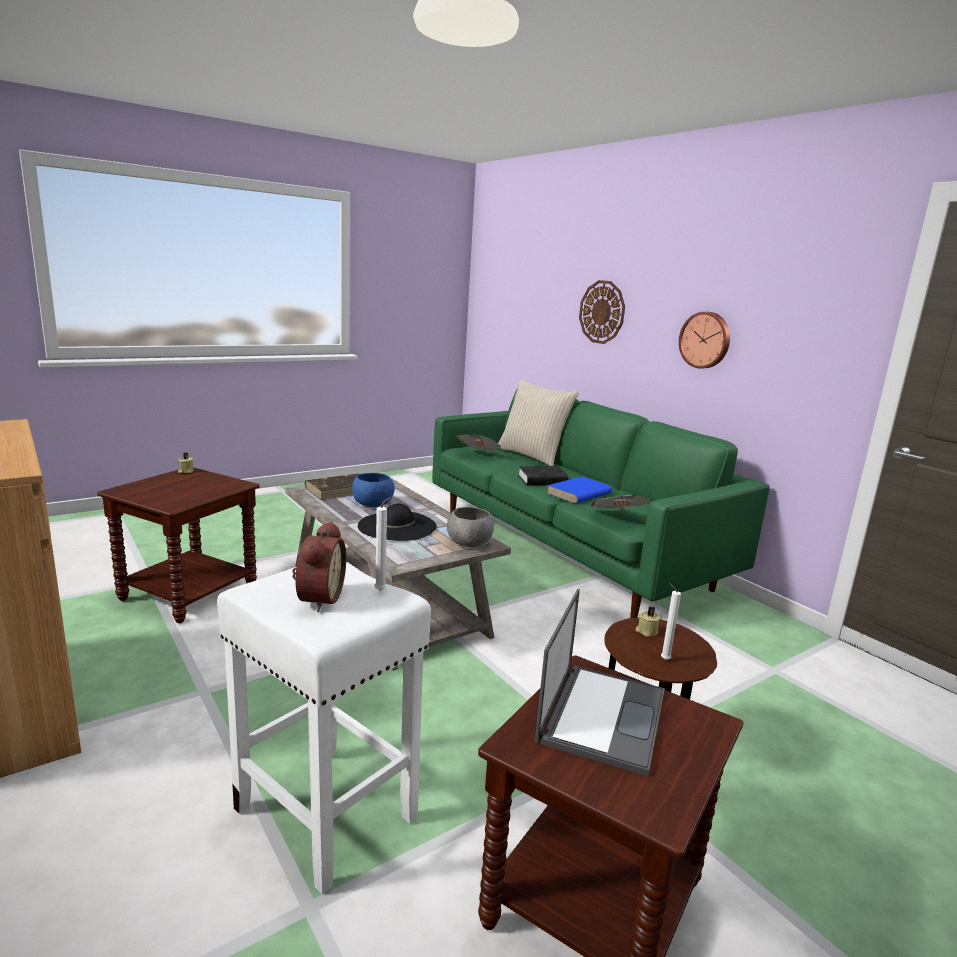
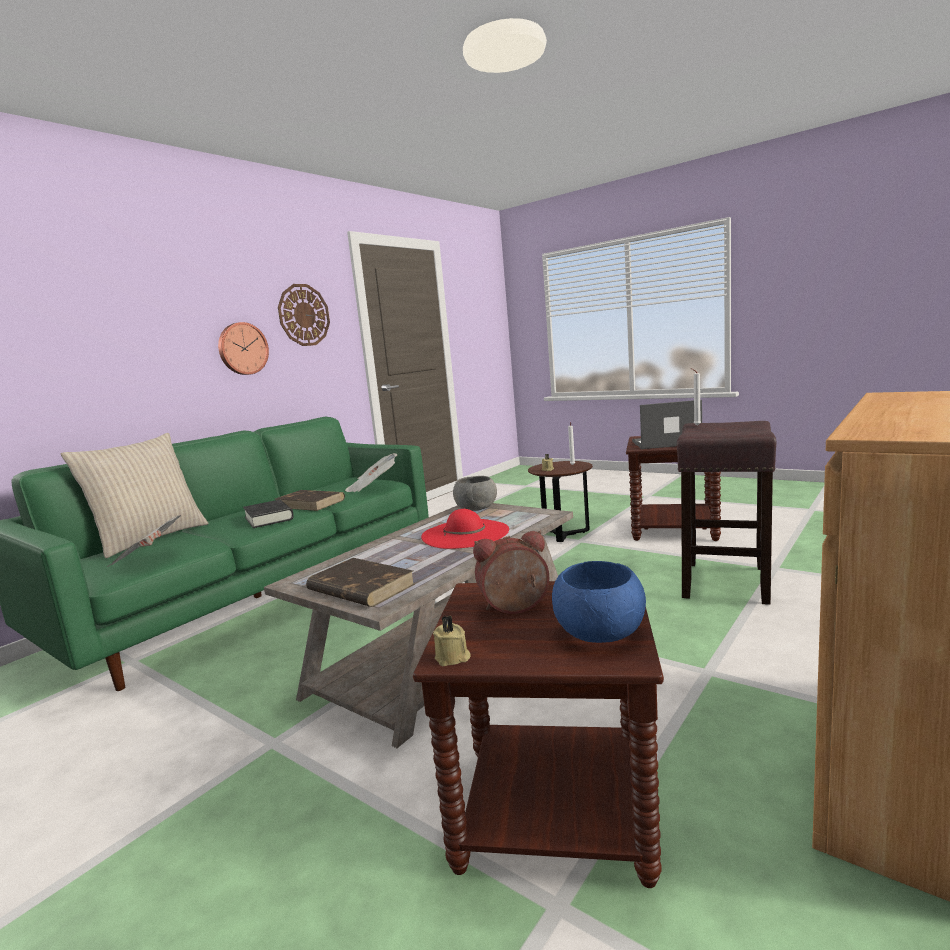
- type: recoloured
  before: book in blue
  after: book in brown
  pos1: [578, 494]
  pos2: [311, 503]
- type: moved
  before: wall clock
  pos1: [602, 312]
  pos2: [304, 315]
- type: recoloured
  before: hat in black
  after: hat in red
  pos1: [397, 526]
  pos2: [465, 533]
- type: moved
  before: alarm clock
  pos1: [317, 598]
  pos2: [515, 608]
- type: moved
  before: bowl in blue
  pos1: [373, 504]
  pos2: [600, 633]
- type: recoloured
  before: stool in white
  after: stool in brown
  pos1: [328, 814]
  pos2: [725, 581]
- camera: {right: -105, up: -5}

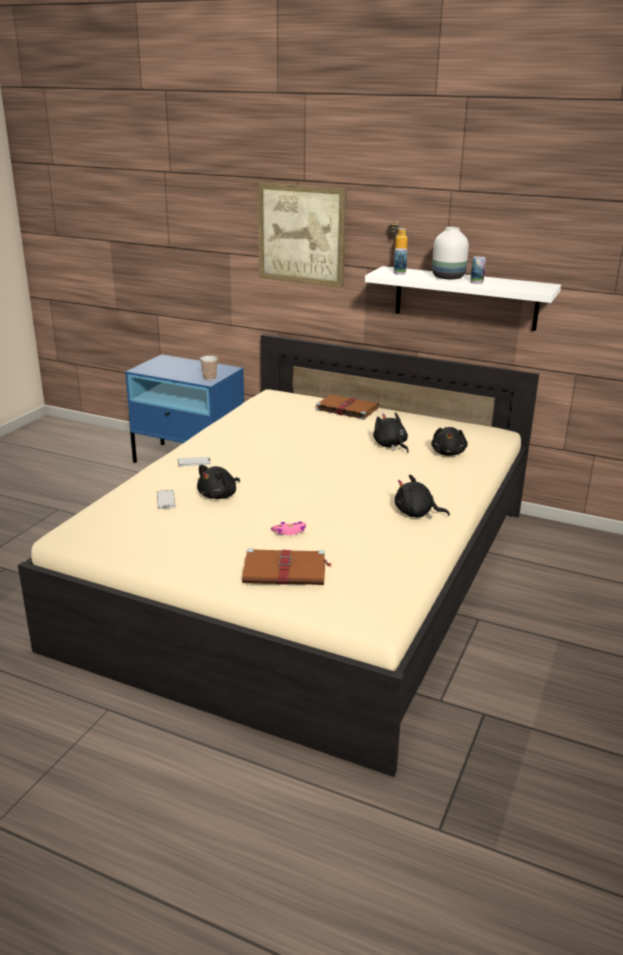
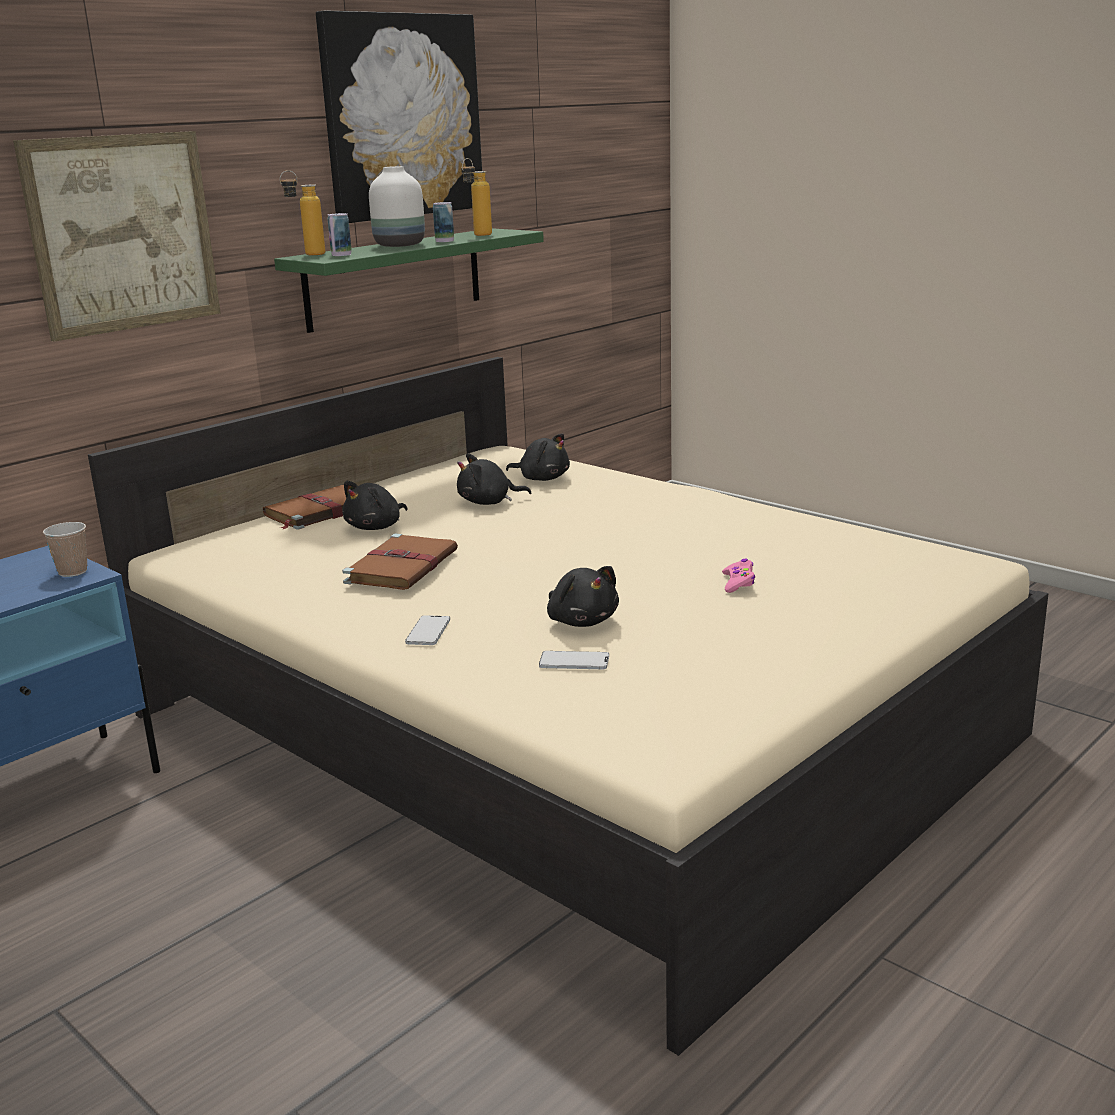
- type: recoloured
  before: shelf in white
  after: shelf in green
  pos1: [466, 298]
  pos2: [394, 279]
- type: added
  after: picture
  pos2: [401, 116]
- type: moved
  before: plush toy in black
  pos1: [416, 513]
  pos2: [376, 527]
- type: moved
  before: book in brown
  pos1: [286, 571]
  pos2: [403, 566]
- type: added
  after: bottle
  pos2: [478, 235]
- camera: {right: -70, up: -5}

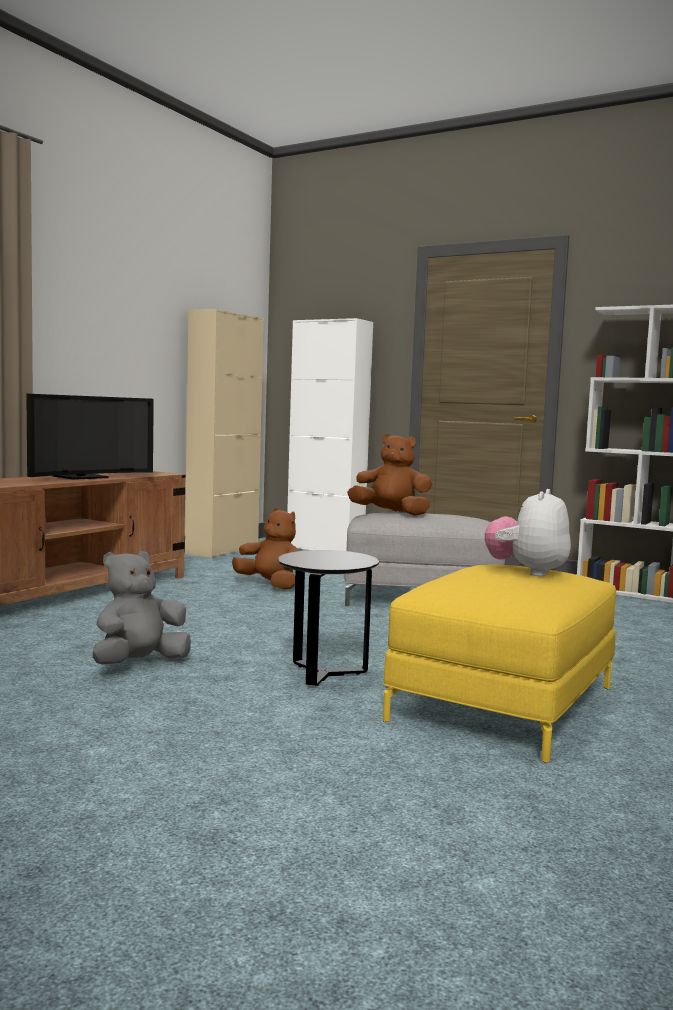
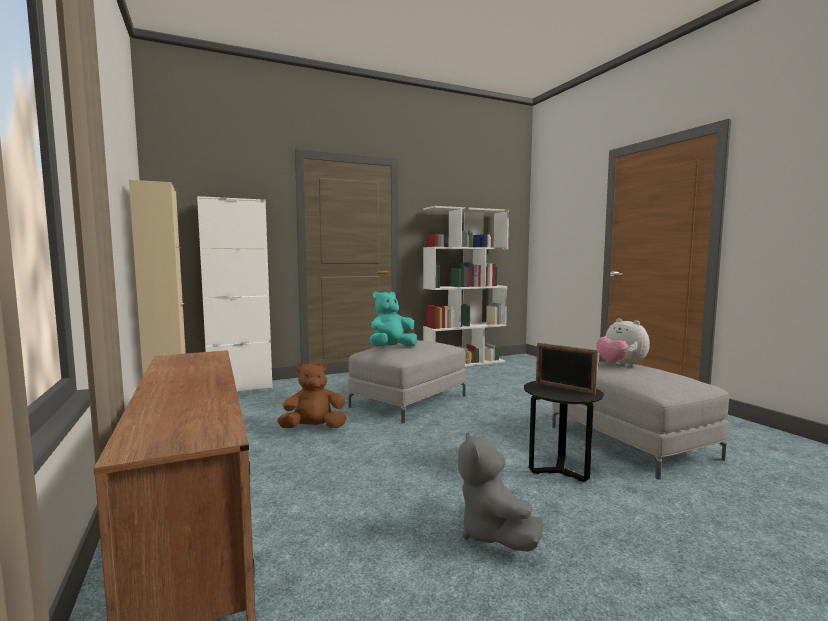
- type: recoloured
  before: plush toy in brown
  after: plush toy in turquoise
  pos1: [391, 513]
  pos2: [391, 348]
- type: added
  after: picture frame
  pos2: [564, 388]
- type: recoloured
  before: ottoman in yellow
  after: ottoman in grey
  pos1: [505, 703]
  pos2: [631, 442]
- type: removed
  before: television
  pos1: [83, 477]
- camera: {right: -55, up: 0}

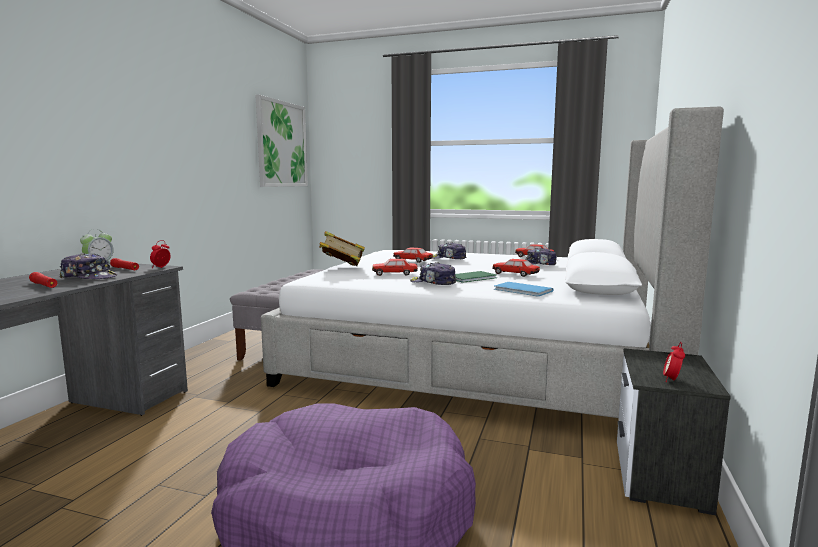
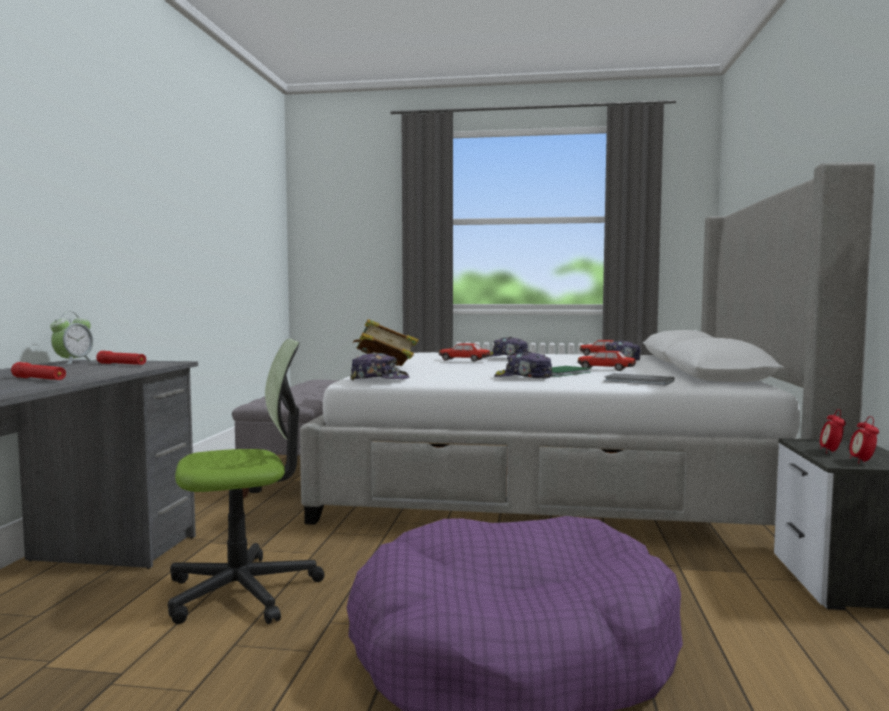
- type: added
  after: office chair
  pos2: [243, 591]
- type: moved
  before: cap
  pos1: [89, 277]
  pos2: [379, 379]
- type: recoloured
  before: book in blue
  after: book in grey
  pos1: [523, 290]
  pos2: [640, 381]
- type: moved
  before: alarm clock
  pos1: [161, 267]
  pos2: [831, 452]
- type: removed
  before: picture
  pos1: [282, 144]
- type: removed
  before: toy car
  pos1: [394, 274]
- camera: {right: -10, up: -5}

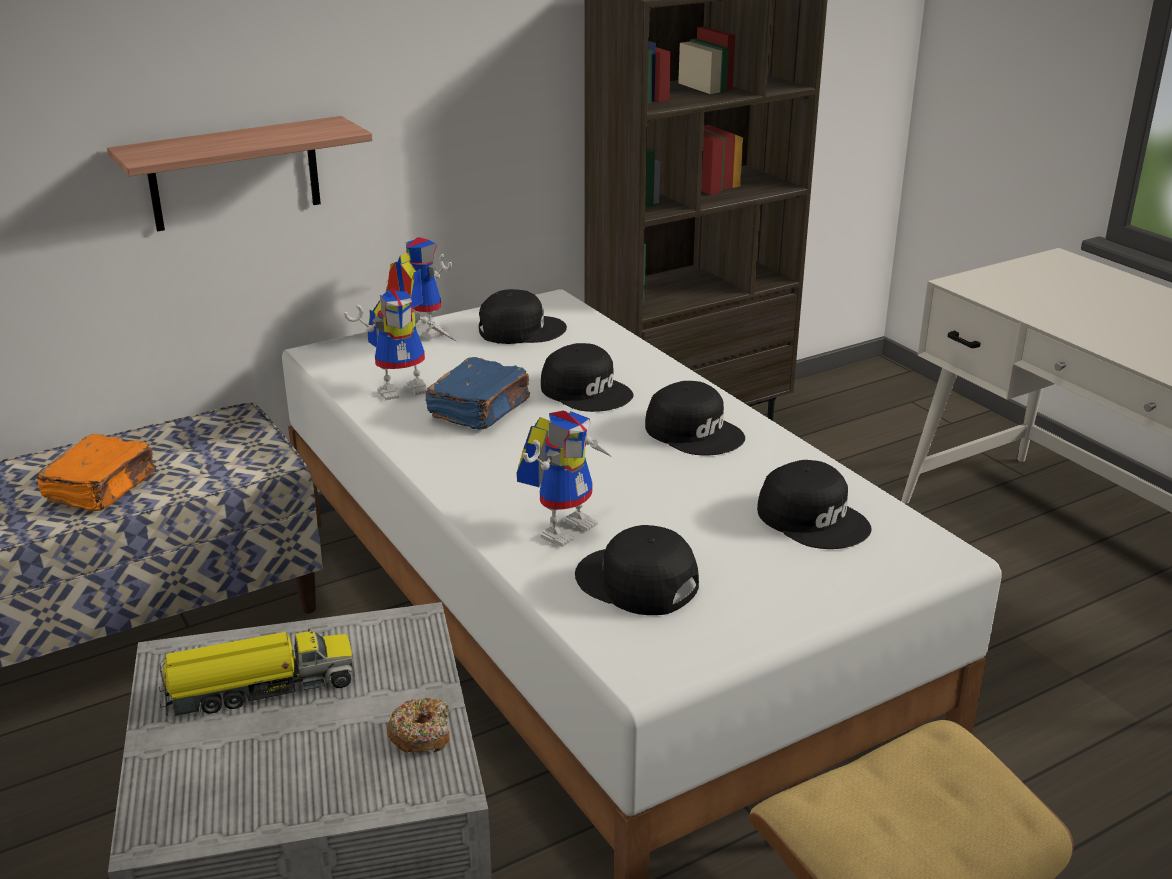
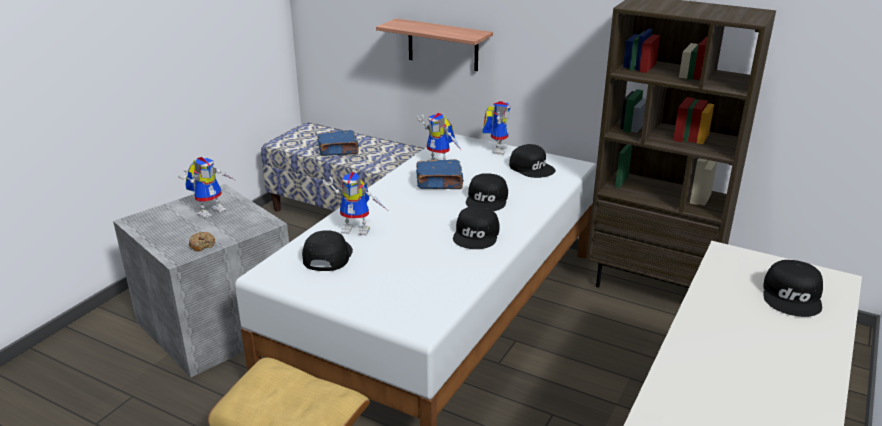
- type: replaced
  before: toy truck
  after: toy robot
  pos1: [259, 688]
  pos2: [211, 210]
- type: recoloured
  before: book in orange
  after: book in blue
  pos1: [102, 488]
  pos2: [339, 151]
- type: moved
  before: cap in black
  pos1: [813, 518]
  pos2: [793, 296]
- camera: {right: 60, up: 0}

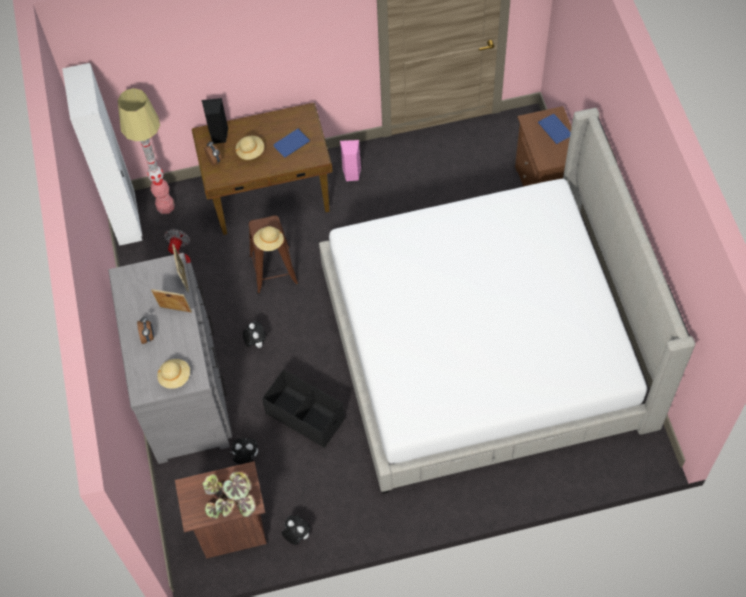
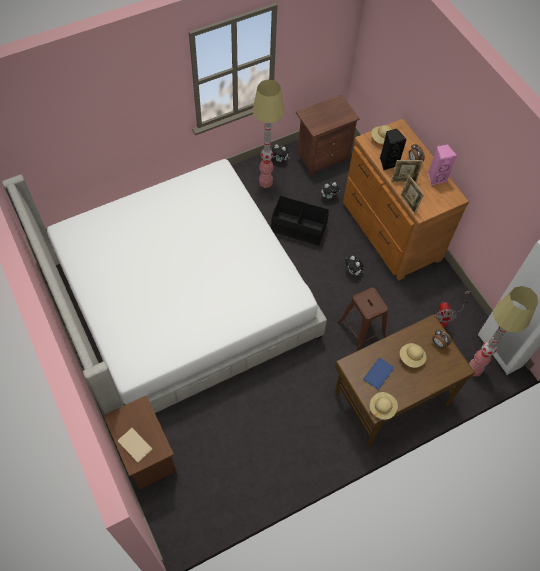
- type: recoloured
  before: book in blue
  after: book in beige
  pos1: [555, 128]
  pos2: [134, 446]
- type: added
  after: floor lamp
  pos2: [265, 182]
- type: recoloured
  before: dresser in grey
  after: dresser in brown
  pos1: [185, 389]
  pos2: [389, 231]
- type: moved
  before: hat in beige
  pos1: [269, 243]
  pos2: [382, 408]
- type: moved
  before: speaker in black
  pos1: [218, 135]
  pos2: [388, 162]
- type: moved
  before: speaker in pink
  pos1: [351, 173]
  pos2: [436, 177]
- type: removed
  before: potted plant
  pos1: [232, 502]
- camera: {right: 160, up: 0}

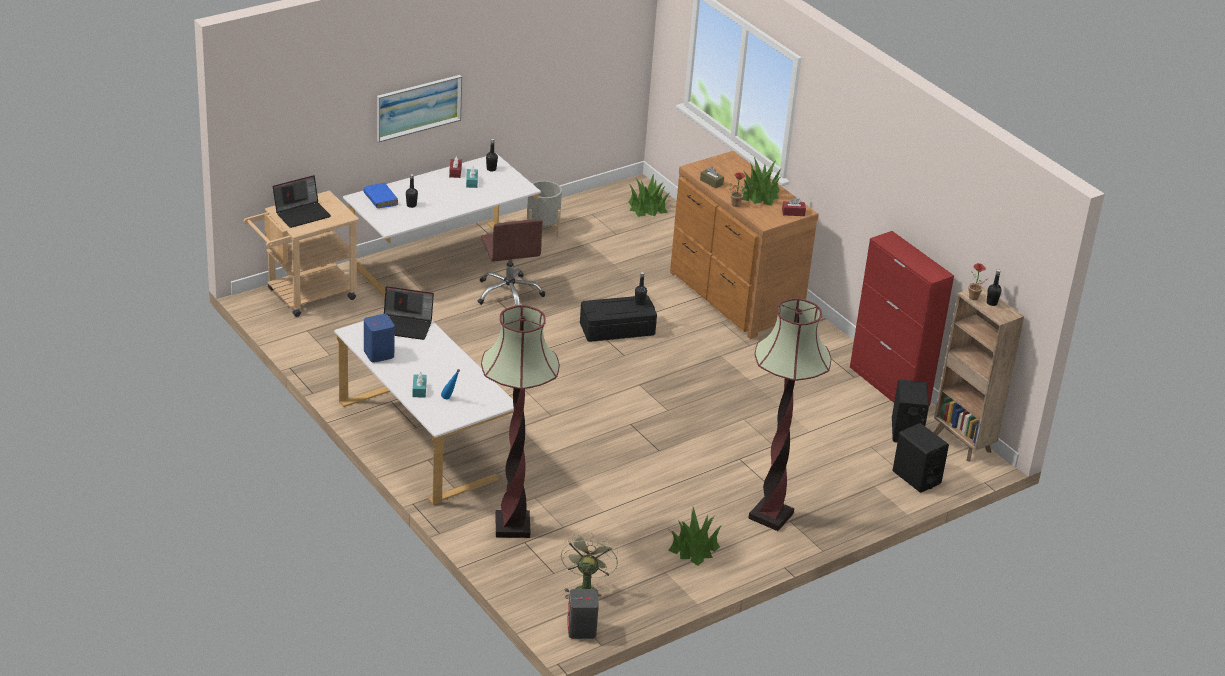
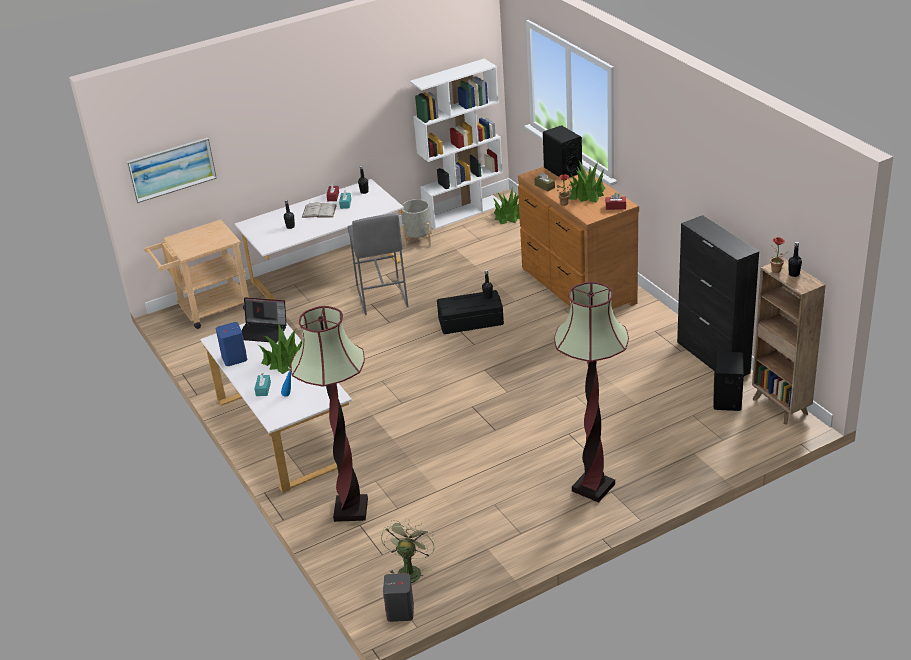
- type: moved
  before: picture
  pos1: [418, 107]
  pos2: [171, 169]
- type: moved
  before: potted plant
  pos1: [694, 548]
  pos2: [284, 360]
- type: added
  after: book in white
  pos2: [319, 211]
- type: replaced
  before: office chair in brown
  after: stool in grey
  pos1: [509, 294]
  pos2: [381, 297]
- type: added
  after: bookcase in white
  pos2: [464, 212]
- type: moved
  before: speaker in black
  pos1: [916, 477]
  pos2: [562, 170]
- type: recoloured
  before: cabinet in red
  after: cabinet in black
  pos1: [889, 386]
  pos2: [713, 358]
- type: removed
  before: laptop
  pos1: [302, 213]
- type: removed
  before: book in blue
  pos1: [380, 199]
- camera: {right: 10, up: 0}

